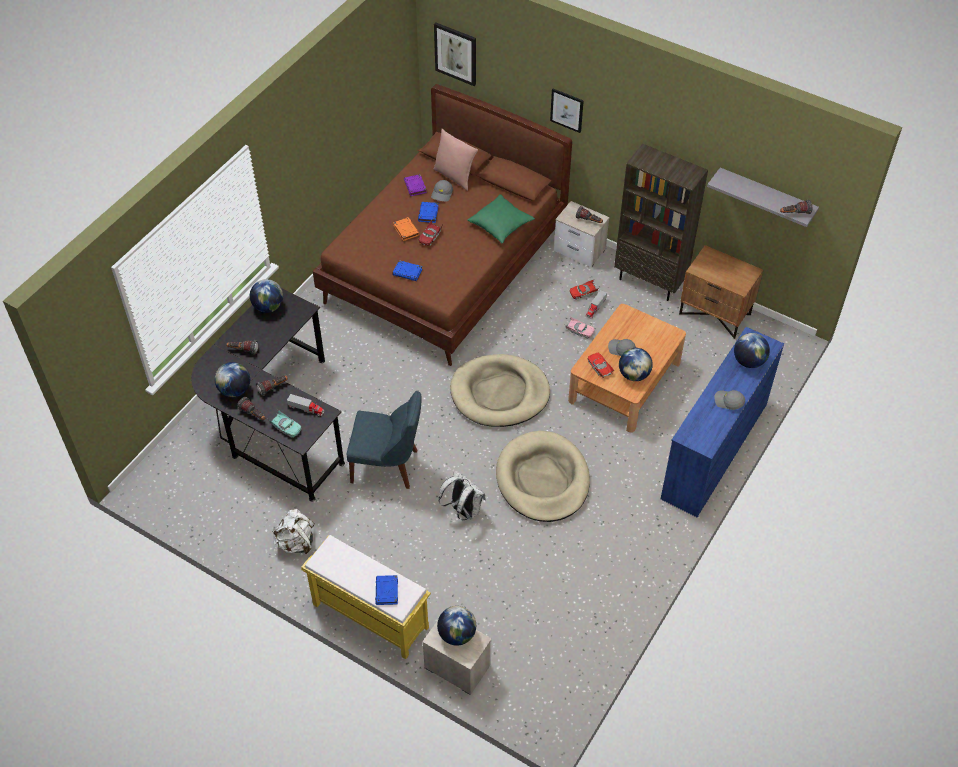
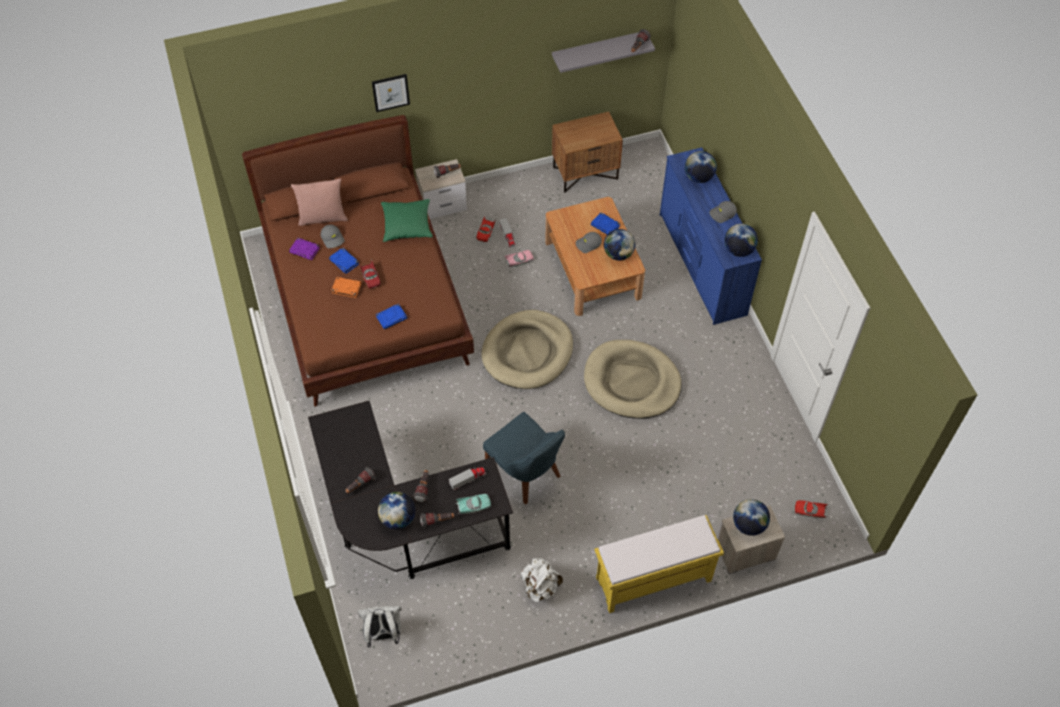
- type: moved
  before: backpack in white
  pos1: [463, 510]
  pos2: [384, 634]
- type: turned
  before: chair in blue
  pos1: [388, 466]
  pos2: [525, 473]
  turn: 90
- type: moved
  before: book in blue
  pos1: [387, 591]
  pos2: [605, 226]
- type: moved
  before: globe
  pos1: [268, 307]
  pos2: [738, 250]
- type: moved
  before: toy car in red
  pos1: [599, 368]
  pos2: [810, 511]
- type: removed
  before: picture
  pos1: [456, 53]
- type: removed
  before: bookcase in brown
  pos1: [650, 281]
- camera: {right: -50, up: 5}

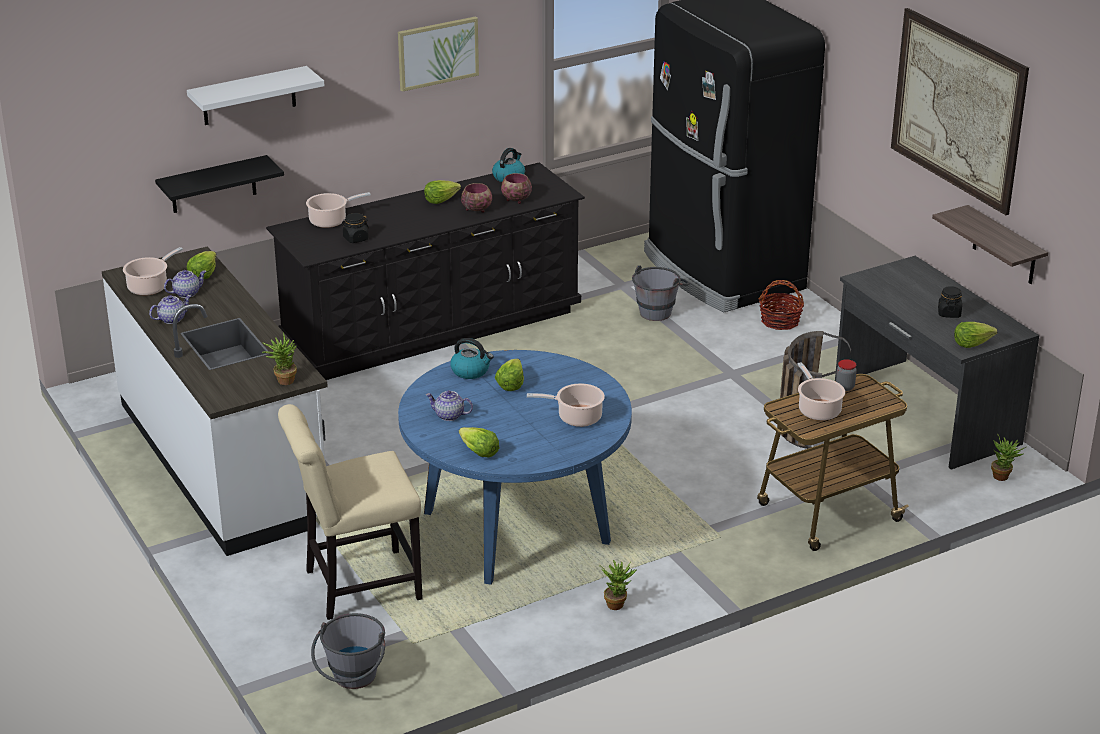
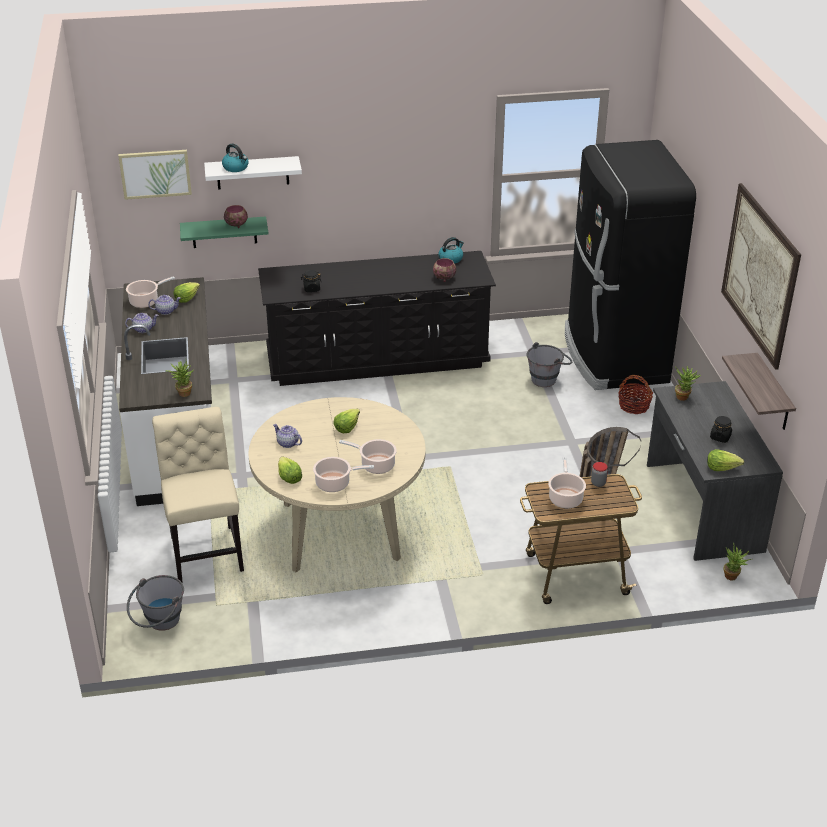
- type: moved
  before: picture
  pos1: [437, 53]
  pos2: [155, 173]
- type: turned
  before: chair in beige
  pos1: [356, 586]
  pos2: [206, 550]
  turn: 75
- type: recoloured
  before: shelf in black
  after: shelf in green
  pos1: [213, 185]
  pos2: [224, 232]
- type: moved
  before: kettle
  pos1: [471, 371]
  pos2: [236, 168]
- type: moved
  before: bowl
  pos1: [476, 209]
  pos2: [236, 225]
- type: recoloured
  before: dining table in blue
  after: dining table in beige
  pos1: [516, 528]
  pos2: [340, 532]
- type: moved
  before: cooking pot
  pos1: [330, 221]
  pos2: [335, 483]
- type: moved
  before: potted plant
  pos1: [617, 603]
  pos2: [684, 396]
- type: removed
  before: lettuce
  pos1: [441, 200]
- camera: {right: 20, up: 5}

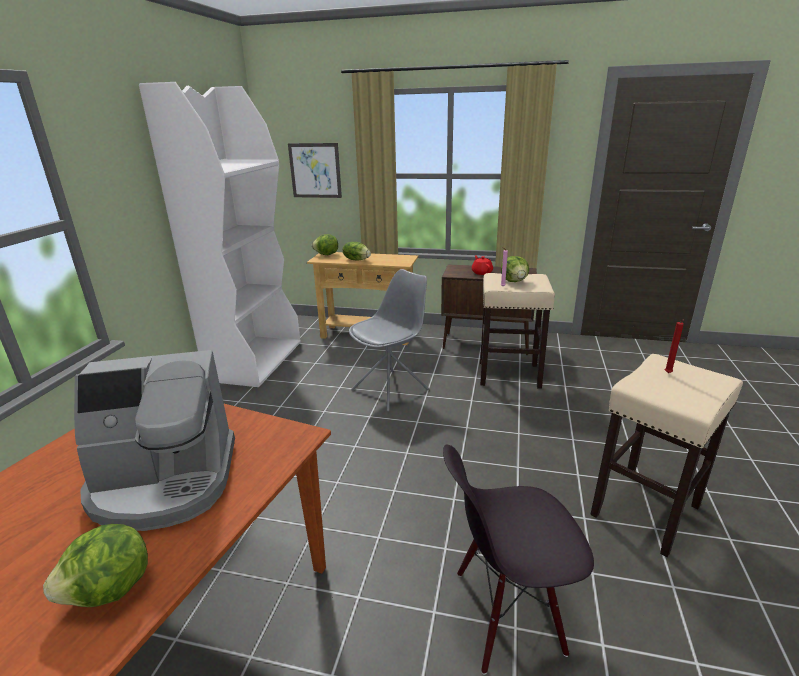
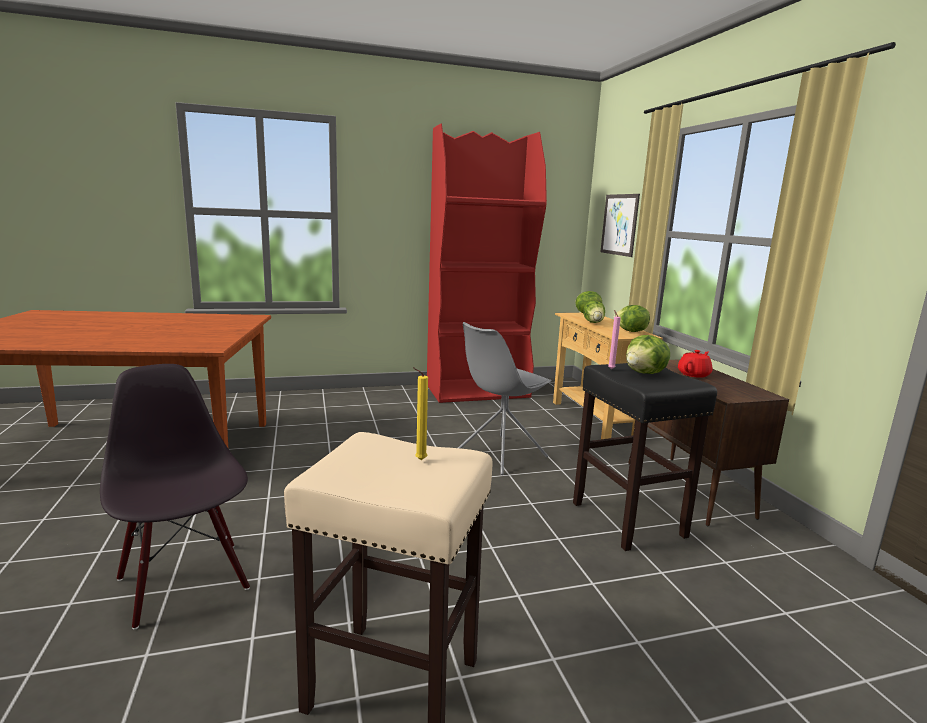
- type: recoloured
  before: candle in red
  after: candle in yellow
  pos1: [668, 373]
  pos2: [419, 460]
- type: recoloured
  before: bookcase in white
  after: bookcase in red
  pos1: [256, 360]
  pos2: [478, 391]
- type: turned
  before: chair in grey
  pos1: [391, 389]
  pos2: [499, 454]
  turn: 120
- type: recoloured
  before: stool in beige
  after: stool in black
  pos1: [510, 374]
  pos2: [629, 520]
- type: moved
  before: lettuce
  pos1: [111, 591]
  pos2: [631, 331]
- type: removed
  before: coffee machine
  pos1: [165, 482]
- camera: {right: 60, up: -10}

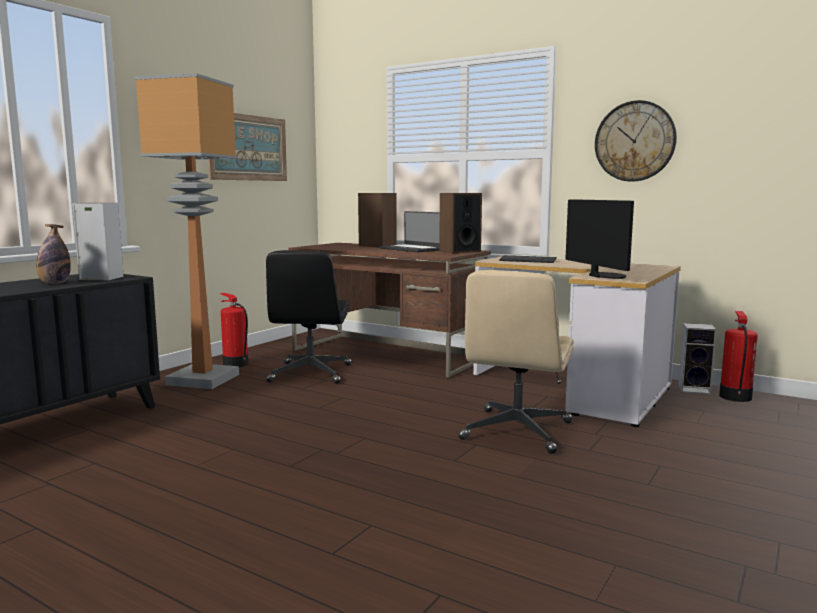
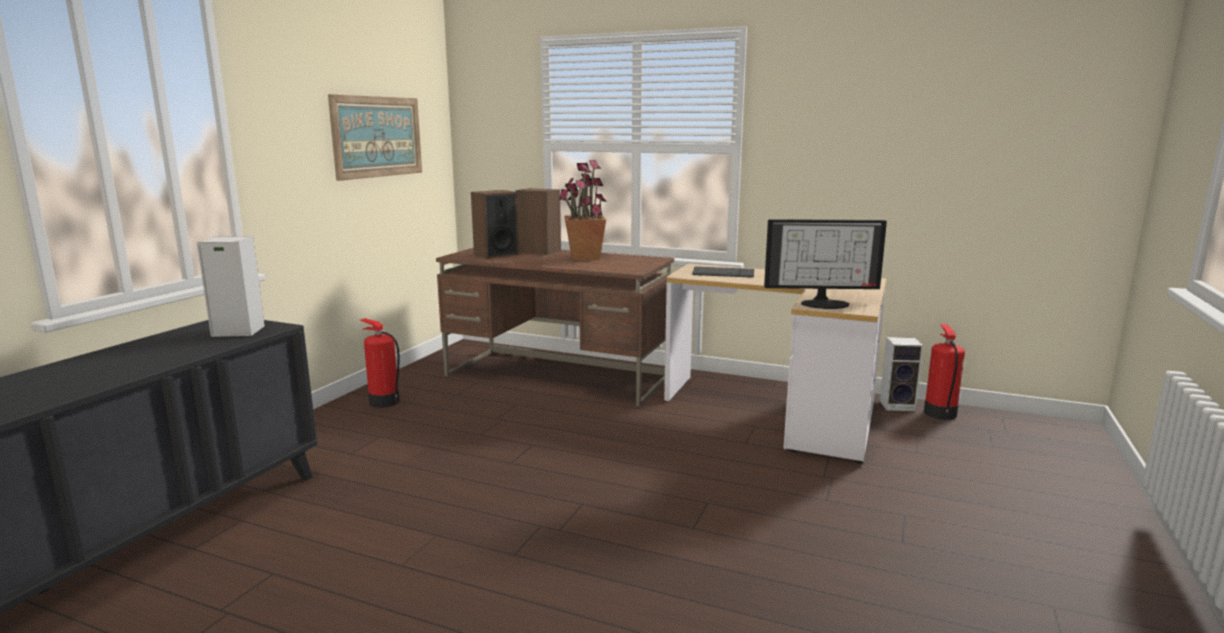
- type: moved
  before: speaker
  pos1: [459, 251]
  pos2: [496, 254]
- type: replaced
  before: laptop
  after: potted plant
  pos1: [412, 249]
  pos2: [584, 257]
- type: turned
  before: monitor
  pos1: [603, 276]
  pos2: [824, 303]
  turn: 120
- type: removed
  before: bottle
  pos1: [54, 283]
- type: removed
  before: floor lamp
  pos1: [204, 379]
- type: removed
  before: office chair in black
  pos1: [310, 373]
- type: removed
  before: office chair in beige
  pos1: [517, 431]
- type: removed
  before: wall clock
  pos1: [635, 141]
- camera: {right: -10, up: 5}

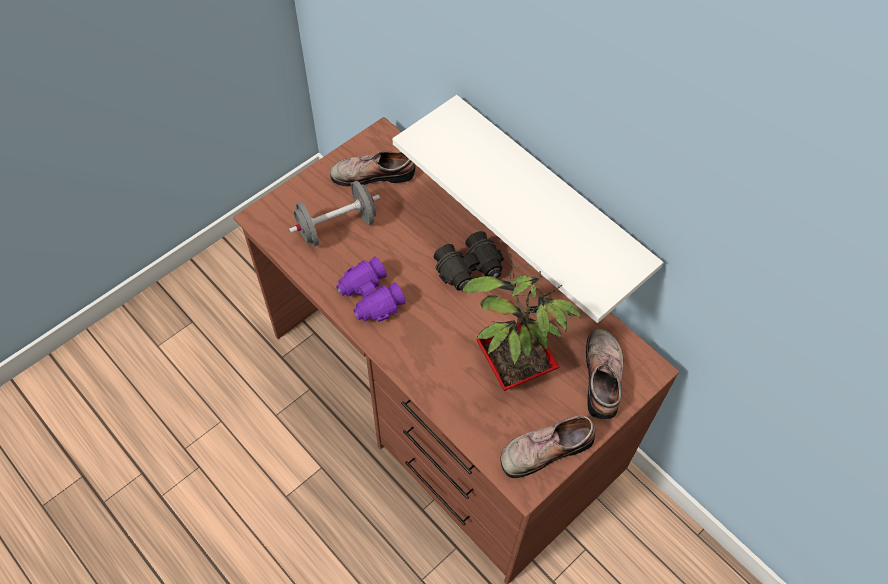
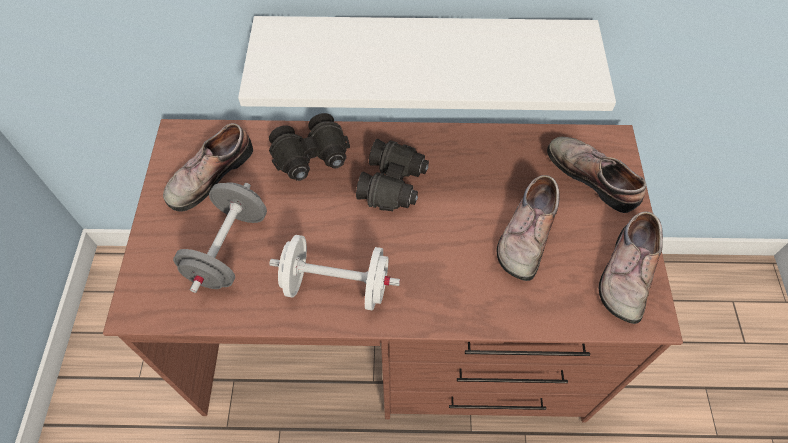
- type: added
  after: binoculars in black
  pos2: [312, 157]
- type: replaced
  before: binoculars in purple
  after: dumbbell in white
  pos1: [370, 298]
  pos2: [336, 285]
- type: replaced
  before: potted plant
  after: shoe
  pos1: [511, 369]
  pos2: [524, 234]
- camera: {right: -45, up: 0}

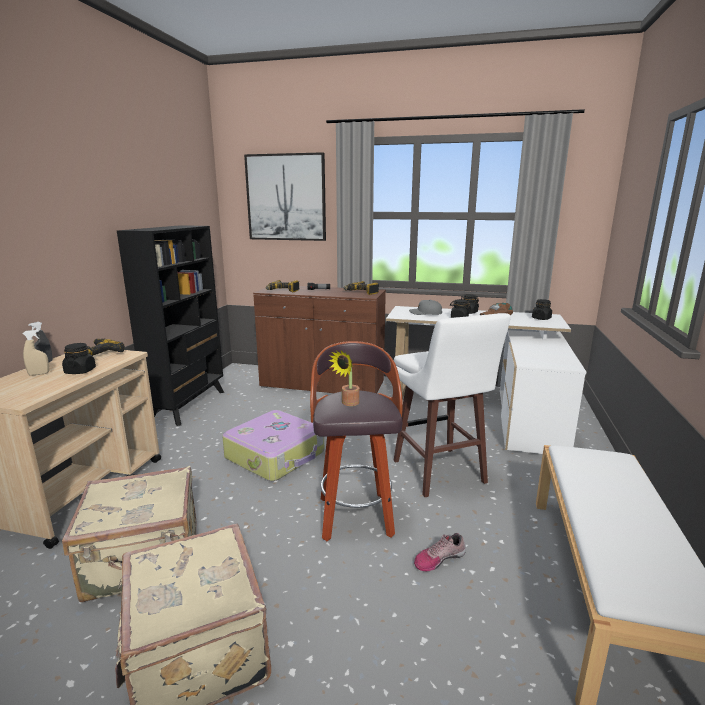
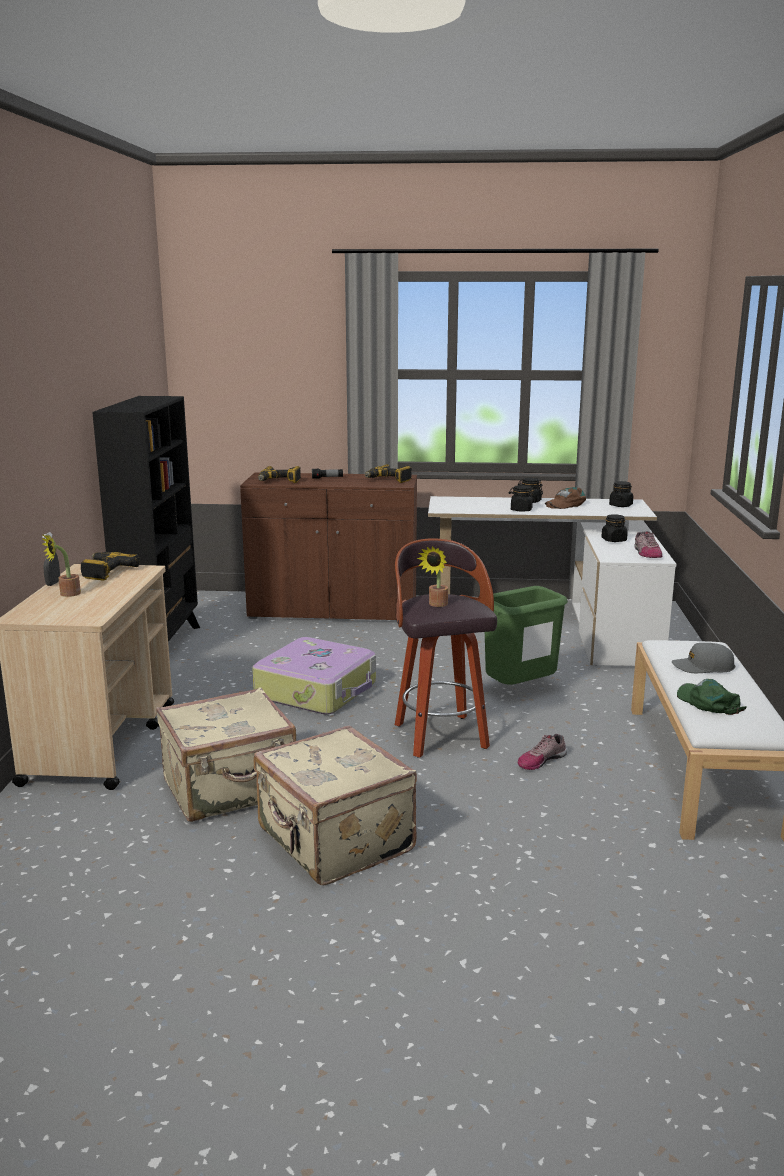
- type: replaced
  before: spray bottle in beige
  after: potted plant
  pos1: [39, 374]
  pos2: [66, 594]
- type: replaced
  before: stool in white
  after: trash can in green
  pos1: [439, 473]
  pos2: [520, 692]
- type: moved
  before: jar in black
  pos1: [80, 371]
  pos2: [613, 540]
- type: added
  after: shoe
  pos2: [646, 553]
- type: moved
  before: cap in grey
  pos1: [425, 313]
  pos2: [703, 667]
- type: added
  after: cap in green
  pos2: [708, 702]
- type: removed
  before: picture
  pos1: [286, 197]
- camera: {right: -10, up: 0}

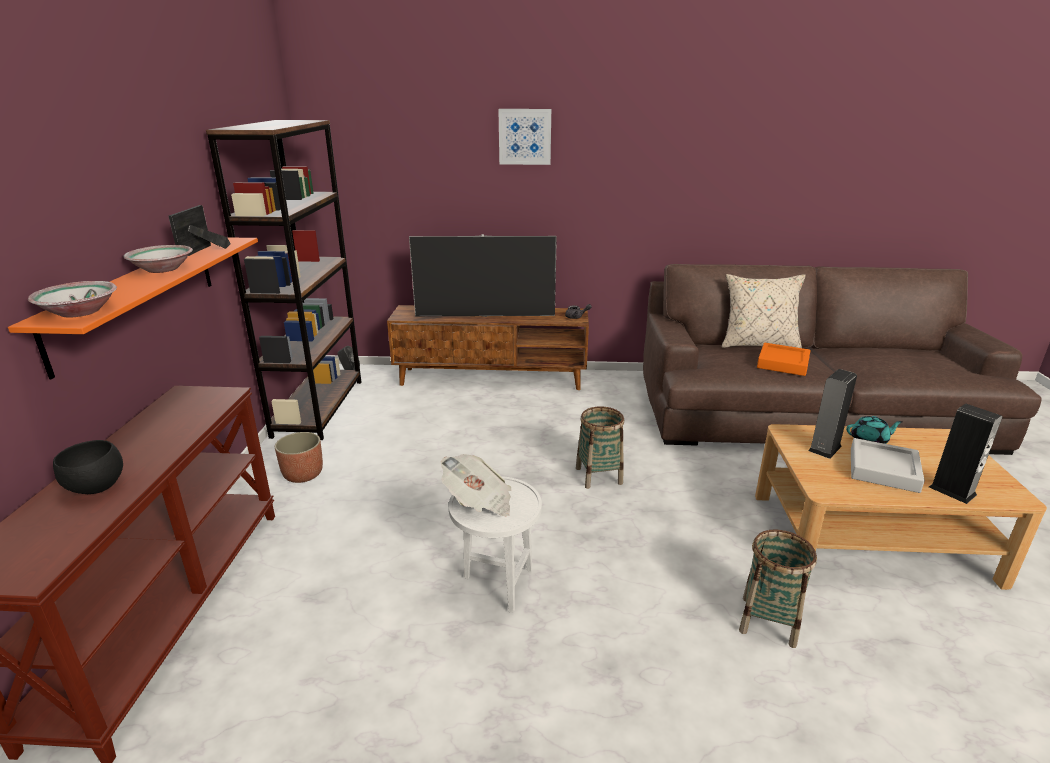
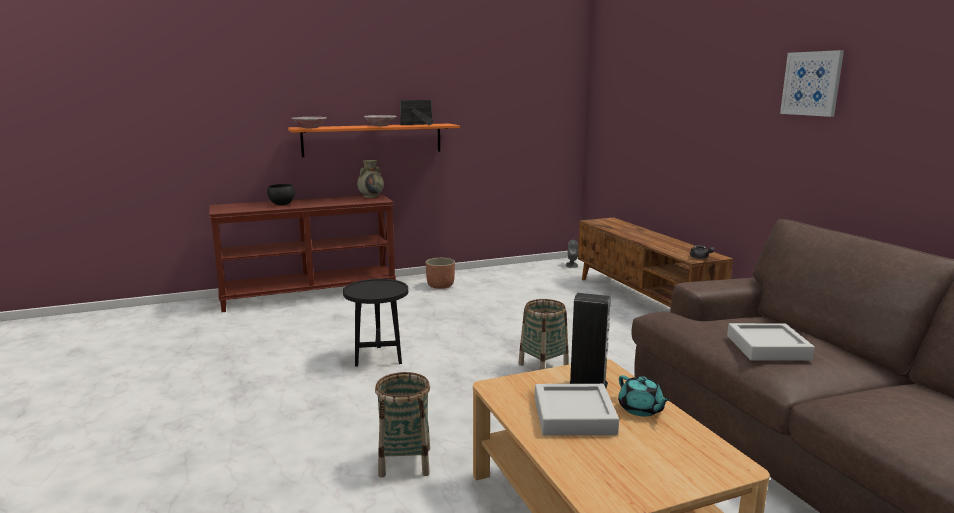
- type: recoloured
  before: side table in white
  after: side table in black
  pos1: [497, 584]
  pos2: [378, 356]
- type: added
  after: vase in beige
  pos2: [371, 196]
- type: recoloured
  before: tray in orange
  after: tray in grey
  pos1: [782, 363]
  pos2: [767, 348]
- type: moved
  before: picture
  pos1: [525, 136]
  pos2: [812, 83]
- type: removed
  before: bookcase in brown
  pos1: [319, 407]
- type: removed
  before: television
  pos1: [485, 316]
- type: removed
  before: newspaper
  pos1: [479, 501]
- type: removed
  before: pillow in beige
  pos1: [758, 344]
- type: removed
  before: speaker
  pos1: [952, 491]
- camera: {right: 65, up: -10}

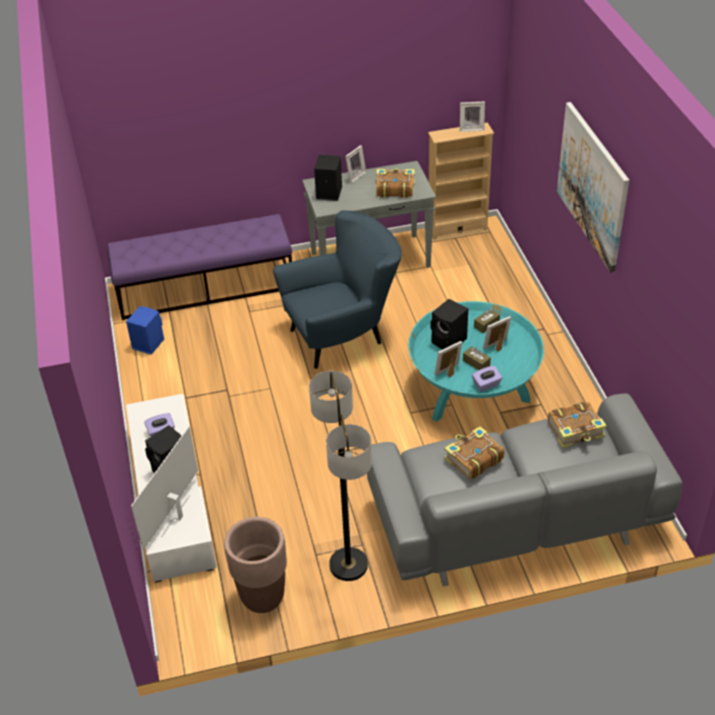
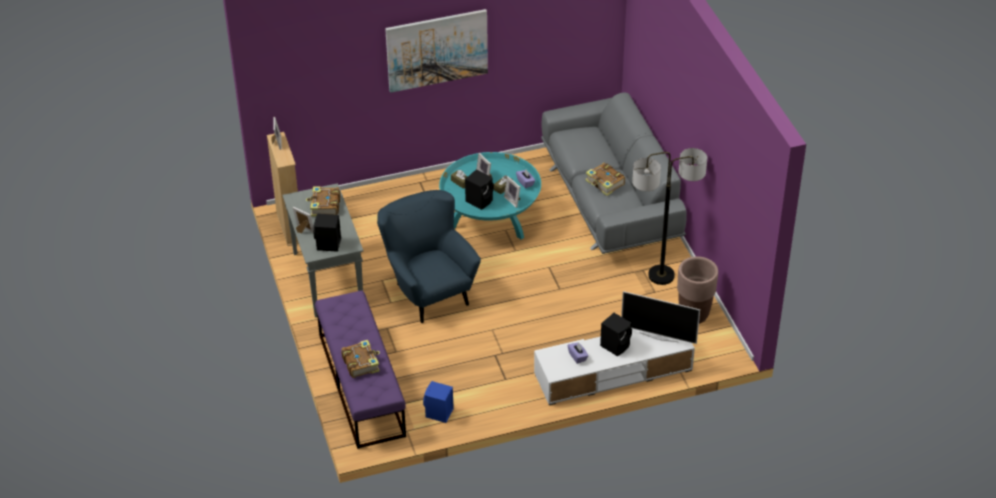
- type: moved
  before: book
  pos1: [576, 430]
  pos2: [361, 363]
- camera: {right: -95, up: 0}

